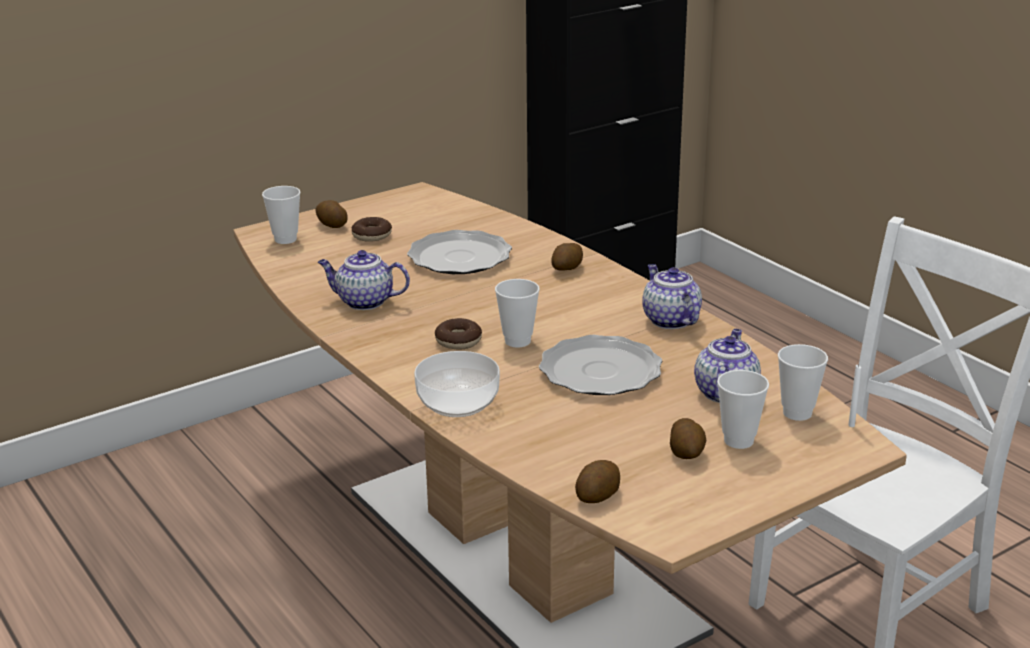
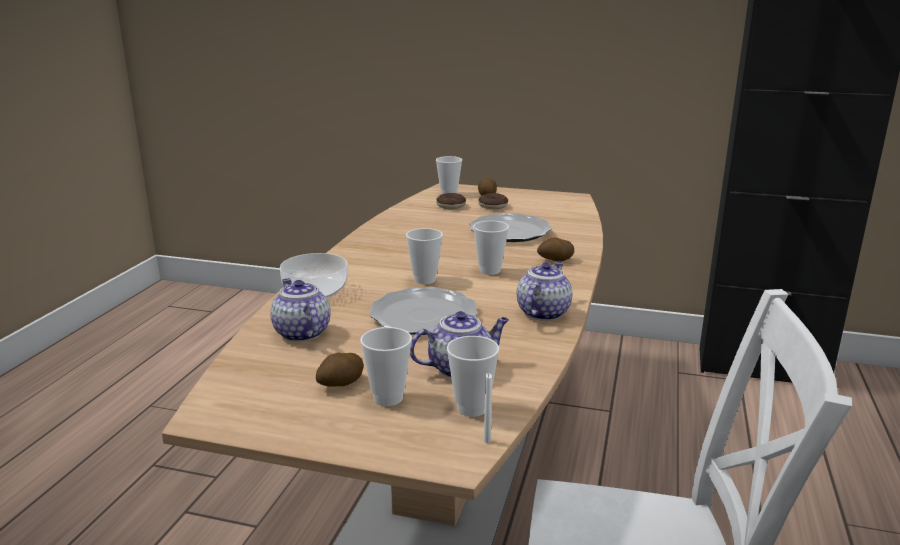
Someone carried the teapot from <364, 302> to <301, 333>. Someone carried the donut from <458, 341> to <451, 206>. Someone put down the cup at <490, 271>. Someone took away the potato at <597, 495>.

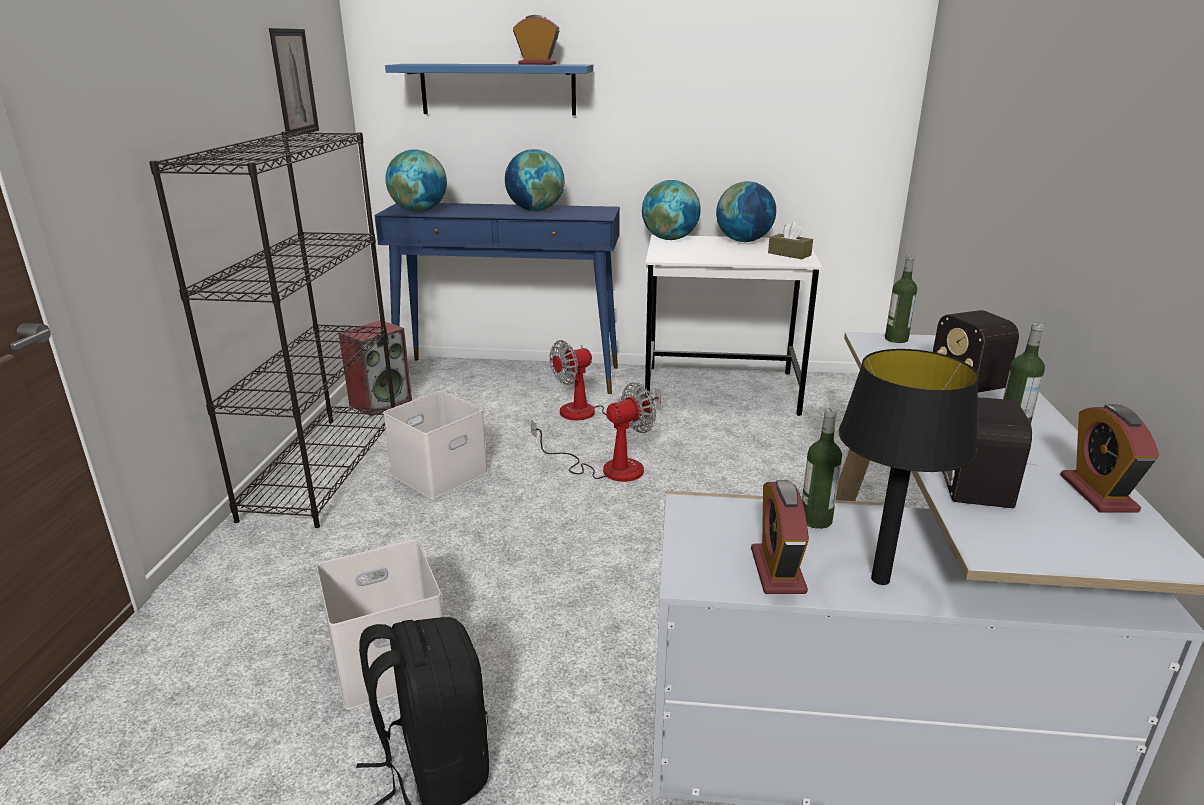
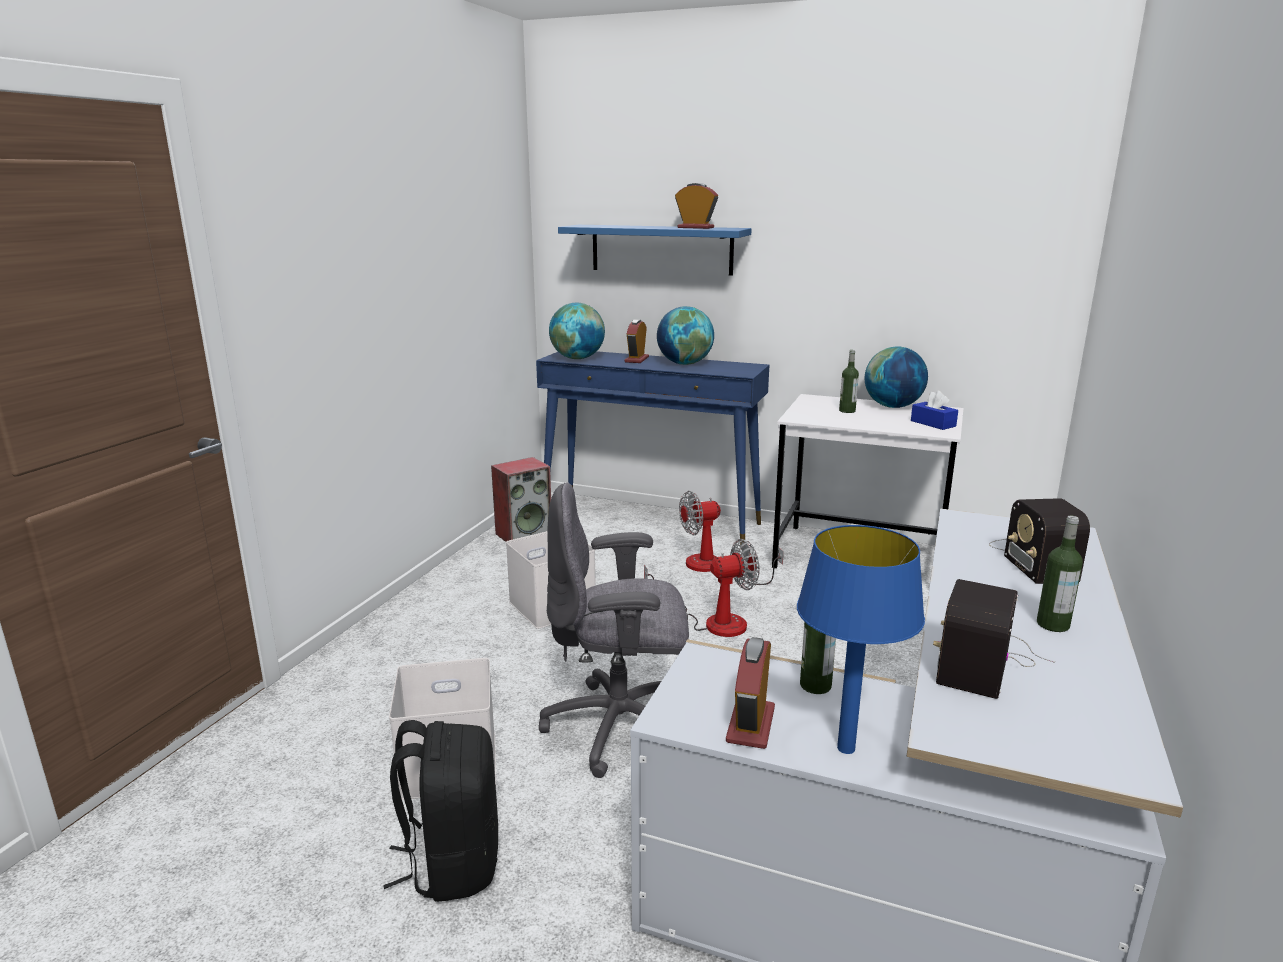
Someone put down the grey office chair at <621, 727>. Someone carried the alarm clock from <1098, 493> to <636, 359>. Someone repainted the black table lamp at <881, 579>, which became the blue table lamp at <846, 748>. Someone carried the bottle from <896, 339> to <847, 411>. Someone repainted the brown tissue box at <789, 254>, which became the blue tissue box at <933, 423>. Someone took away the black bookcase at <324, 467>. Someone took away the picture at <294, 82>. Someone took away the globe at <670, 239>.

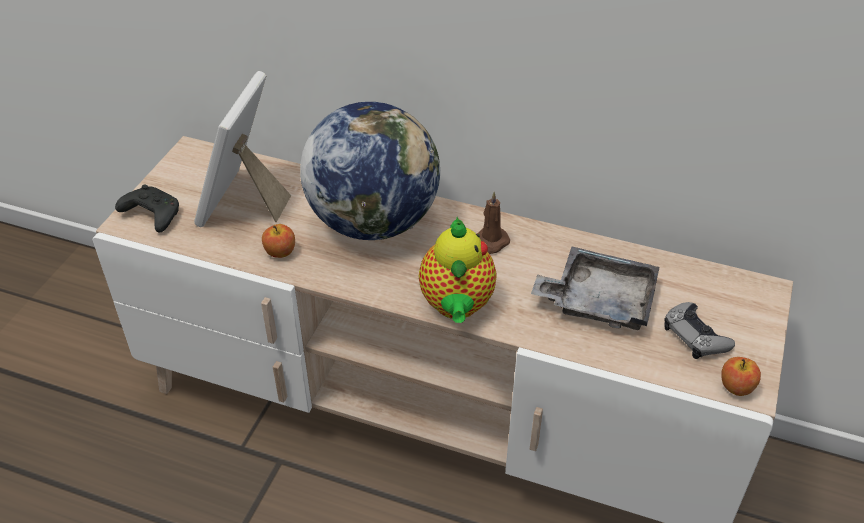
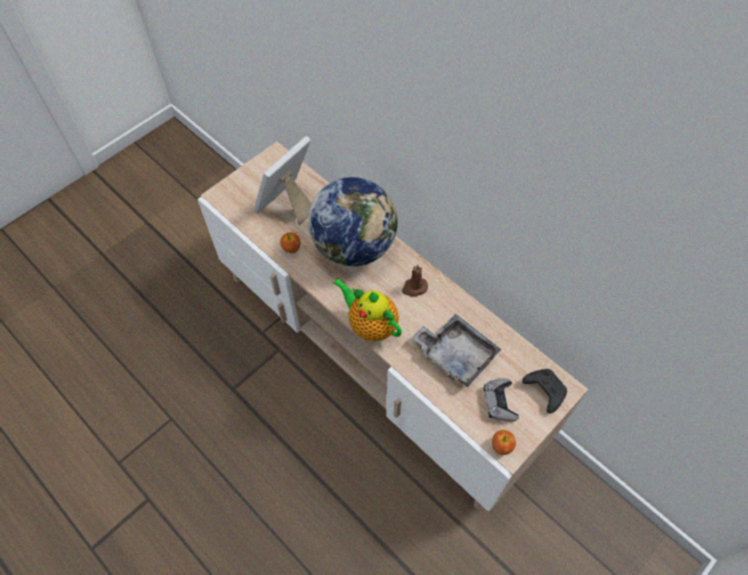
Someone rotated the teapot at <456, 306> by 105 degrees clockwise. Someone carried the black game controller from <151, 215> to <544, 391>.

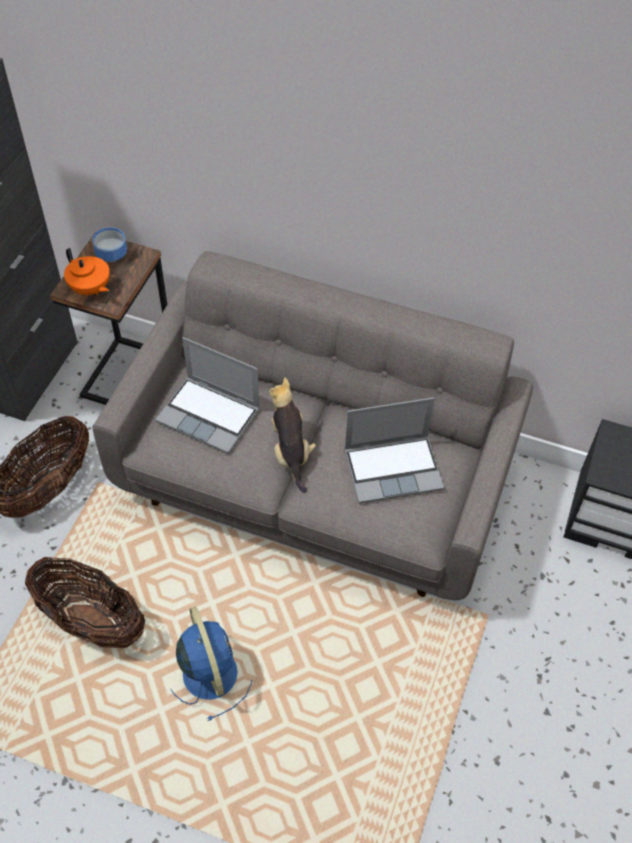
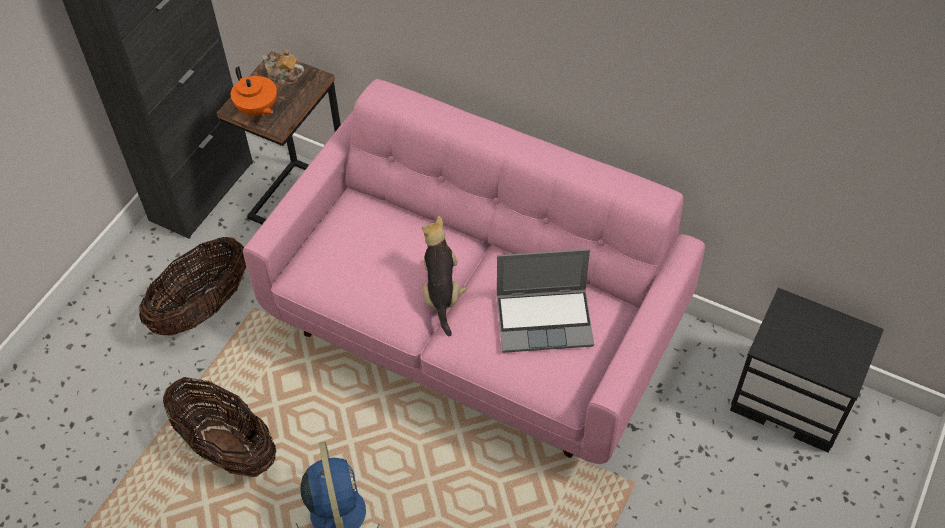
Someone repainted the grey sofa at <315, 481>, which became the pink sofa at <475, 326>. Someone swapped the bowl at <112, 256> for the teapot at <284, 77>. Someone took away the laptop at <210, 415>.

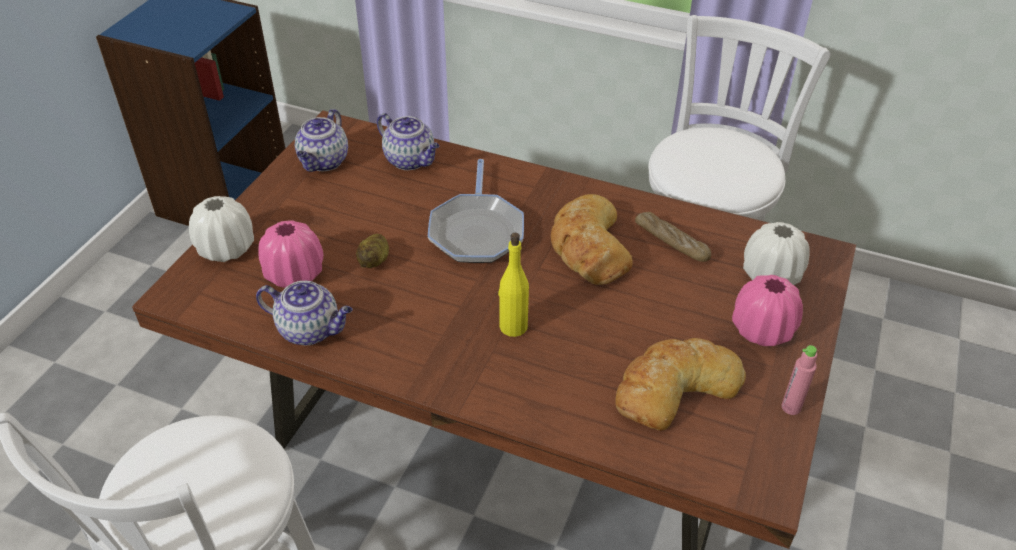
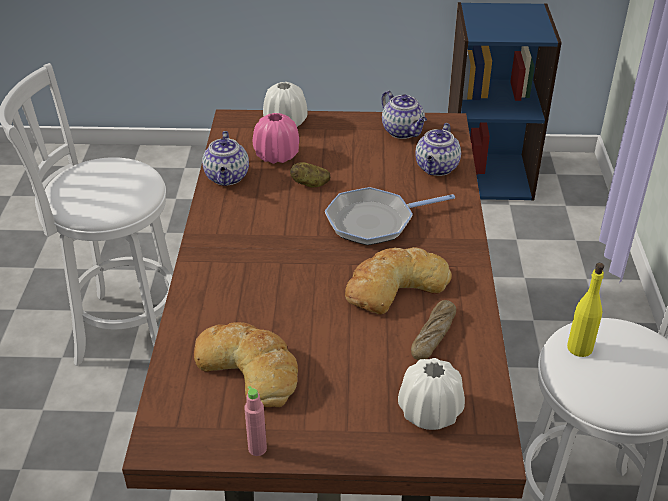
Someone rotated the teapot at <324, 162> by 120 degrees counterclockwise. Someone carried the yellow bottle from <513, 326> to <579, 348>. Someone took away the pink vase at <762, 330>.

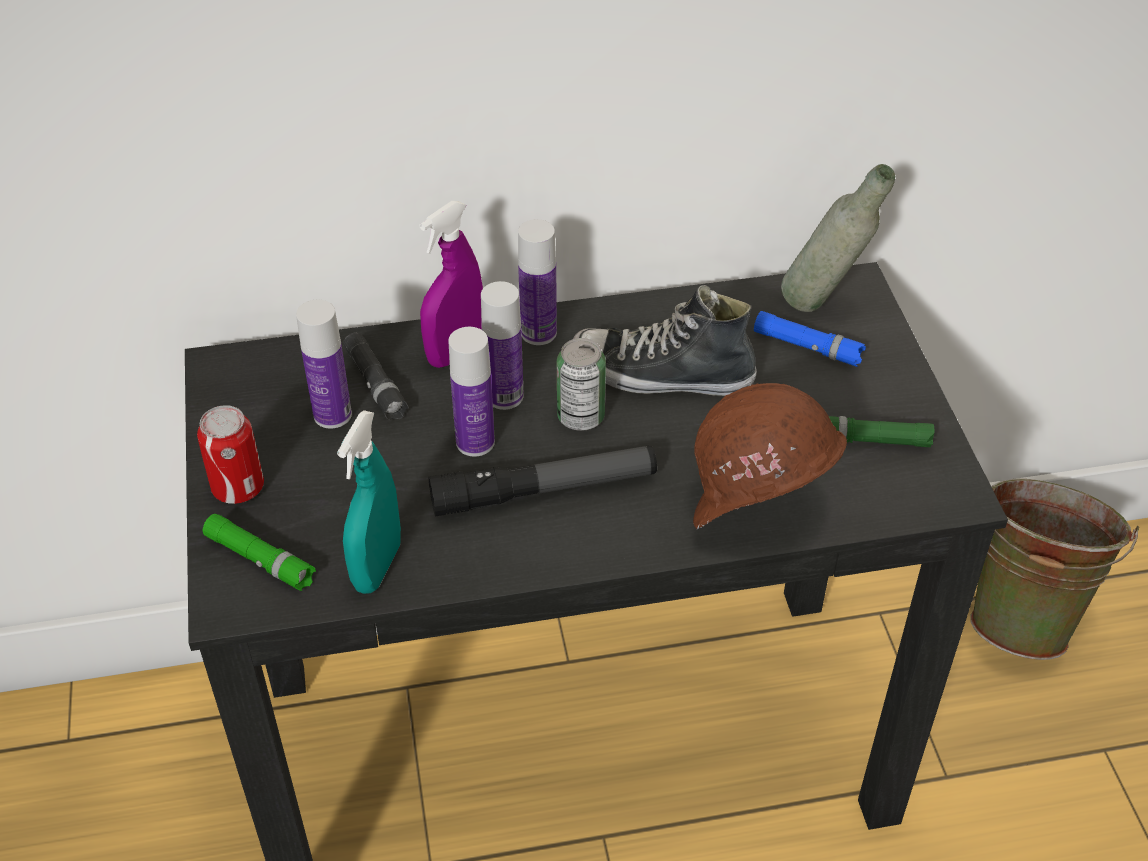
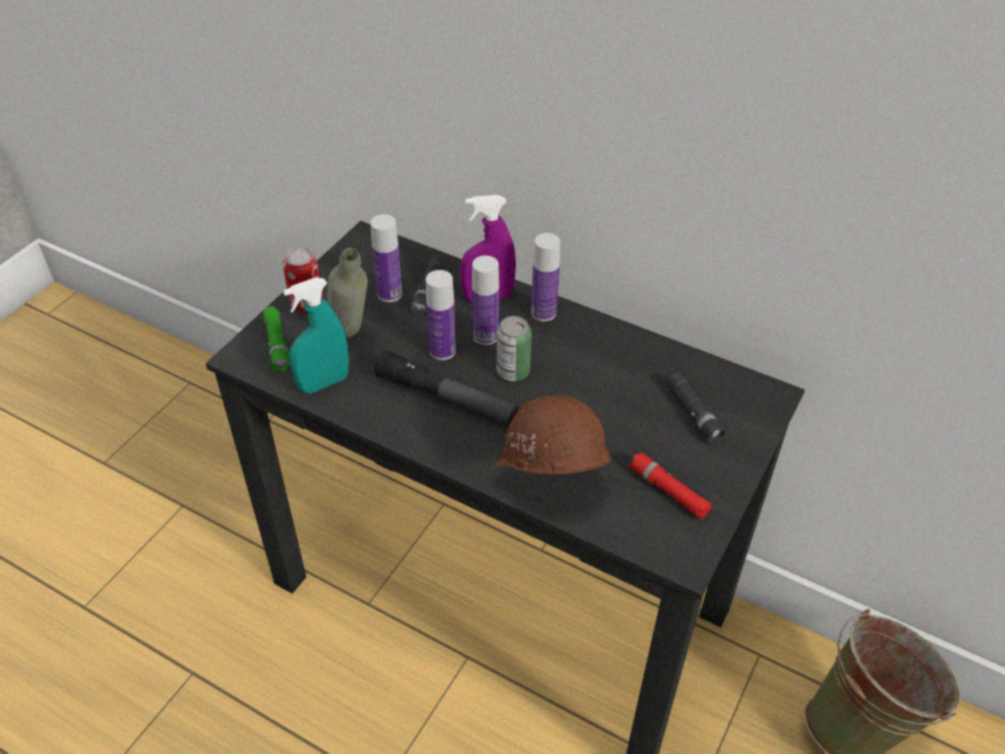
Someone carried the grey bottle from <823, 307> to <352, 339>. Someone repainted the green flashlight at <871, 440>, which became the red flashlight at <668, 490>. Someone repainted the blue flashlight at <807, 347>, which became the black flashlight at <694, 413>. Someone took away the shoe at <661, 375>.

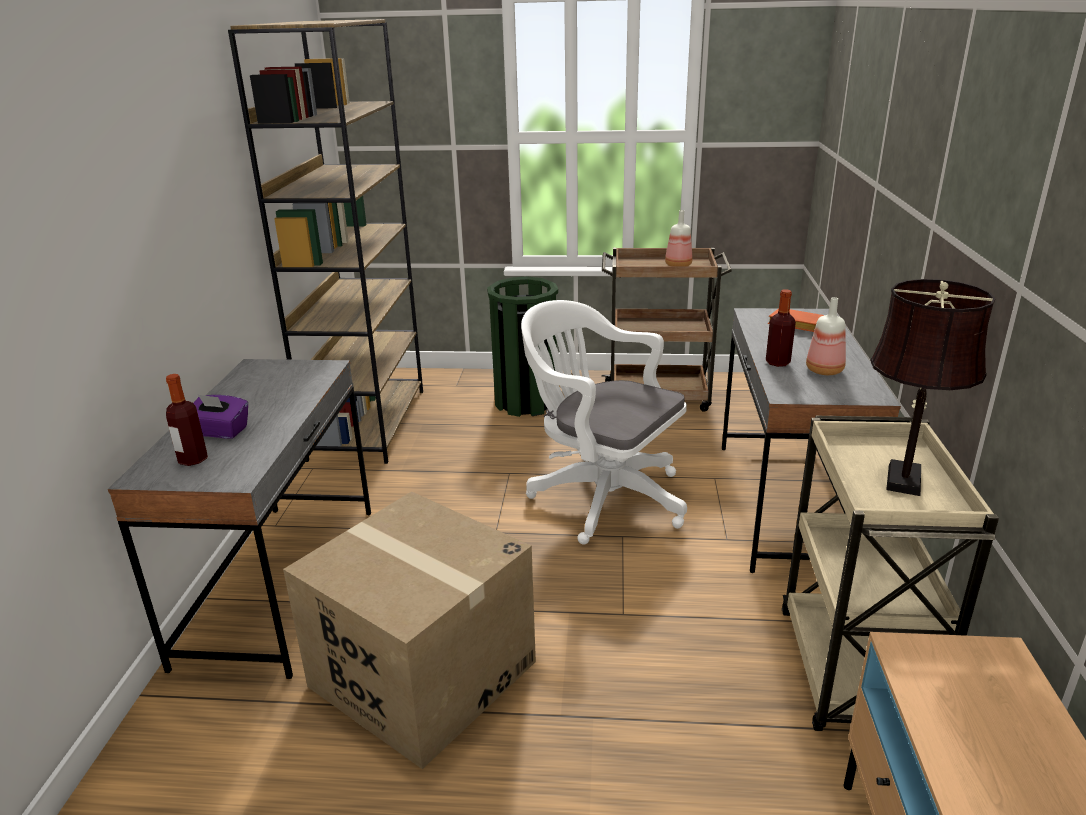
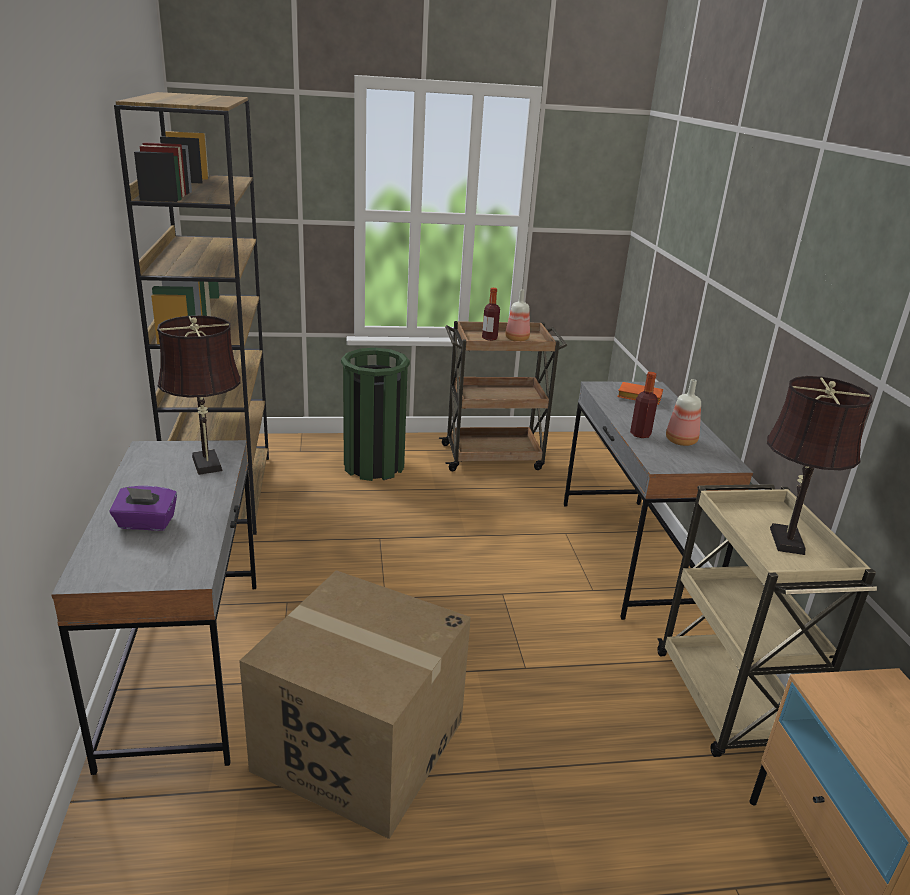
Someone put down the brown table lamp at <207, 466>. Someone carried the bottle from <193, 459> to <489, 338>. Someone took away the white office chair at <601, 496>.

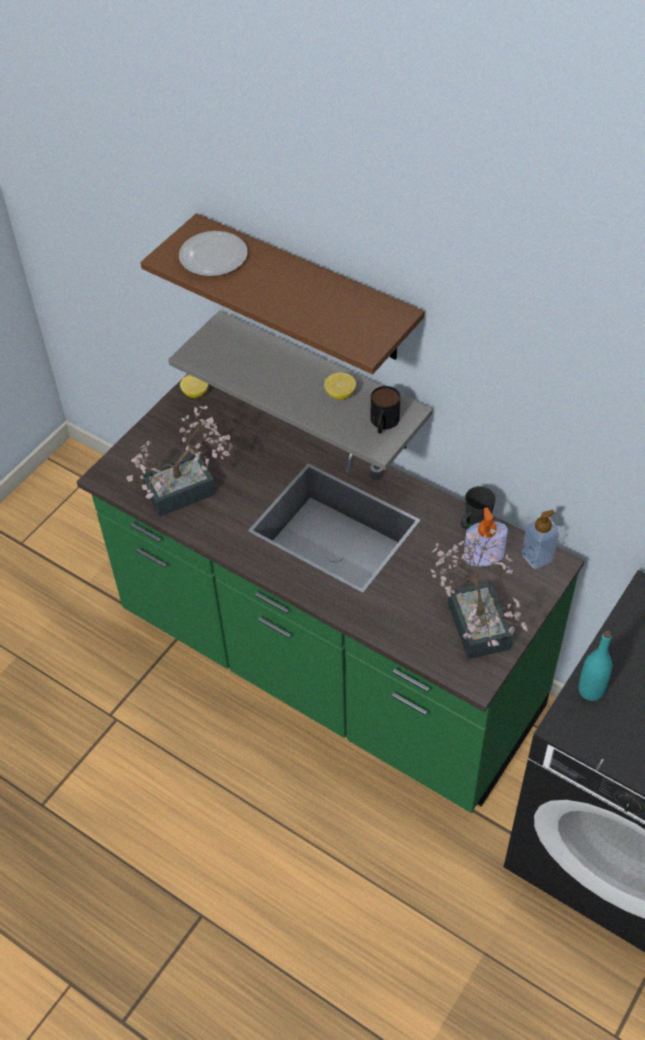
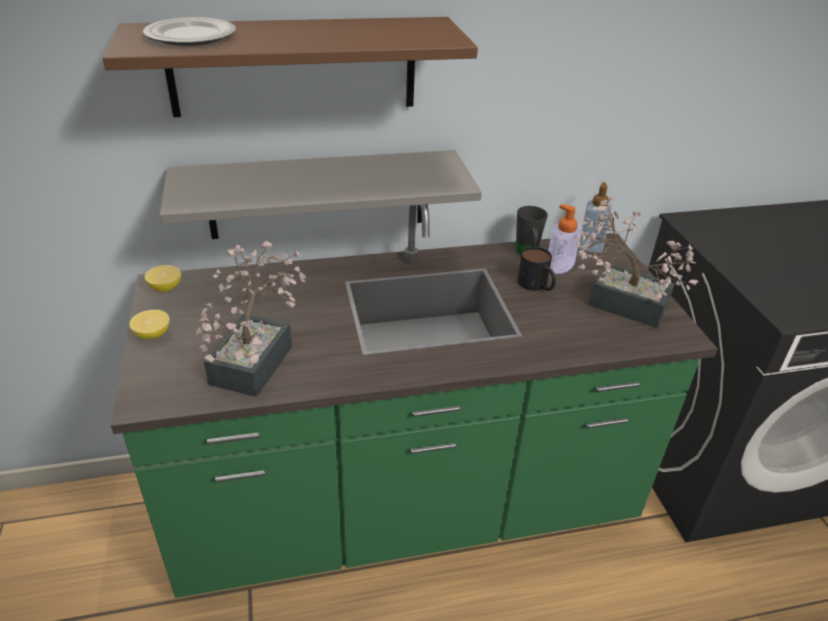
Someone carried the lemon from <340, 394> to <153, 335>. Someone carried the mug from <383, 424> to <537, 286>. Someone took away the turquoise bottle at <591, 690>.

